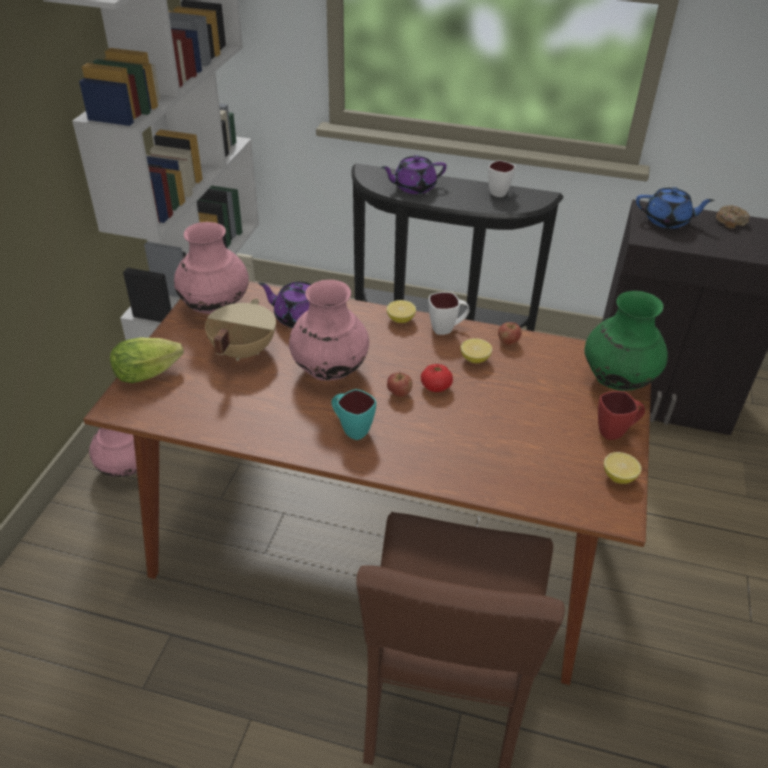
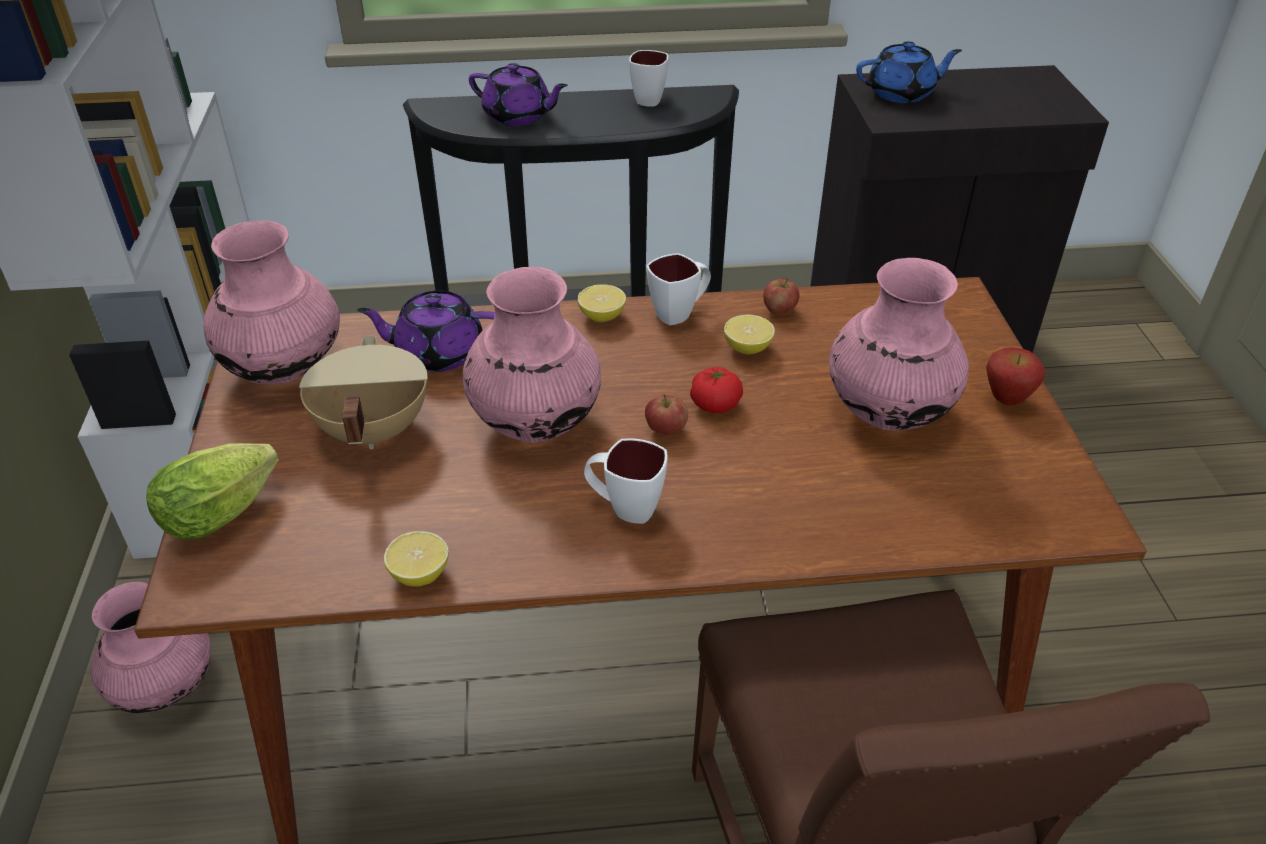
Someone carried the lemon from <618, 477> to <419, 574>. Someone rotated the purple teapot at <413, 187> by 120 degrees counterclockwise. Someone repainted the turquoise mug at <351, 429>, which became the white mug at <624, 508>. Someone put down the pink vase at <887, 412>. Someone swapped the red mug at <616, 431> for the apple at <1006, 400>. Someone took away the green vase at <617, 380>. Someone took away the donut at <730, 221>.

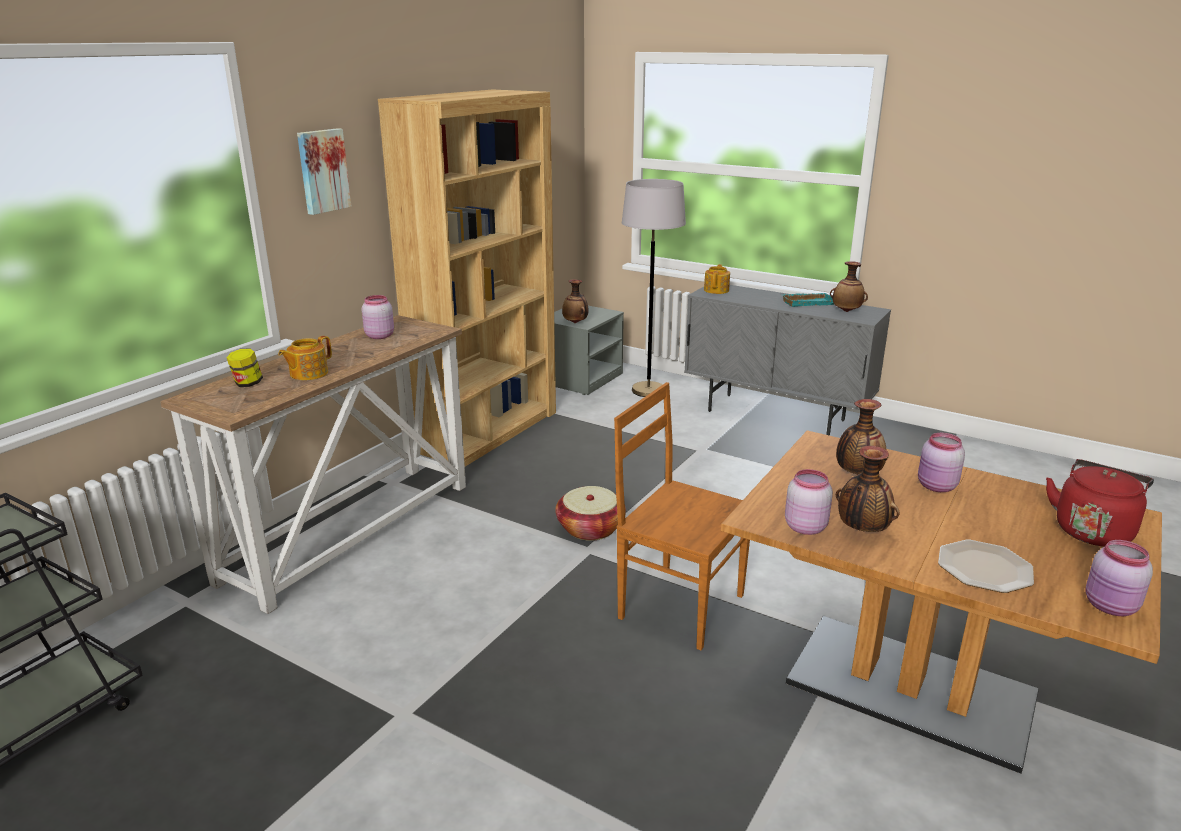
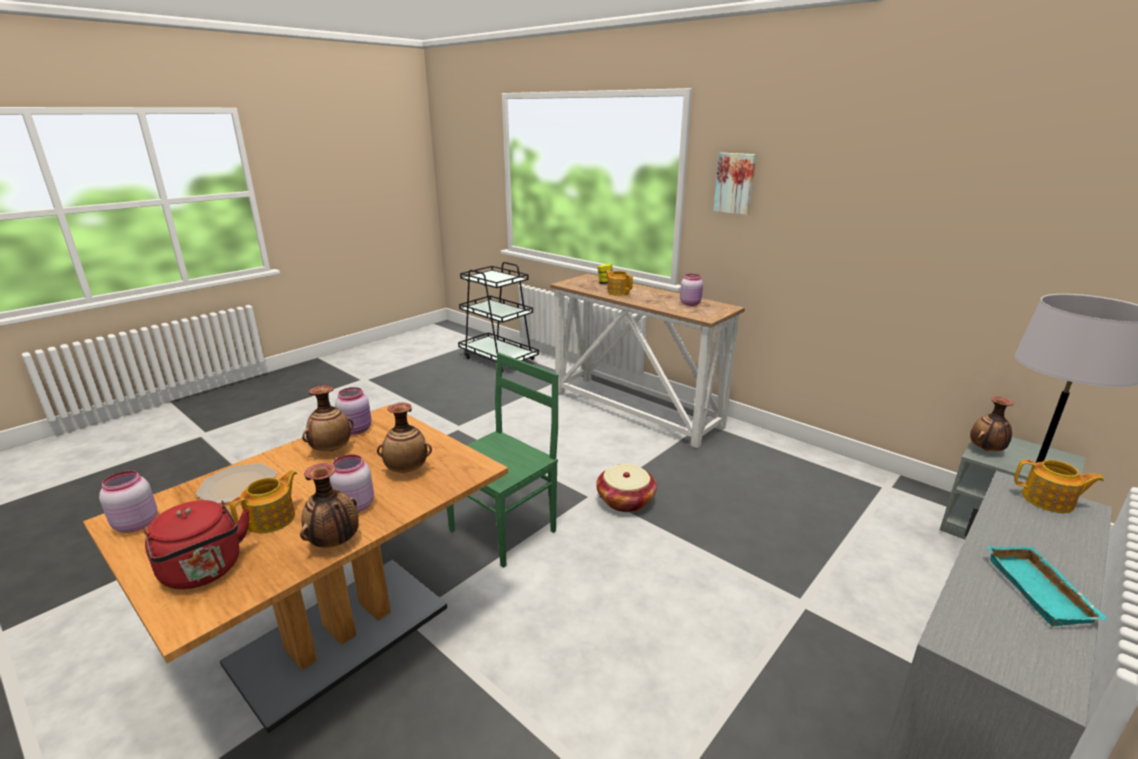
Someone put down the teapot at <272, 519>. Someone carried the vase from <846, 311> to <335, 543>. Someone repainted the brown chair at <678, 605>, which became the green chair at <505, 529>. Someone took away the brown bookcase at <487, 431>.

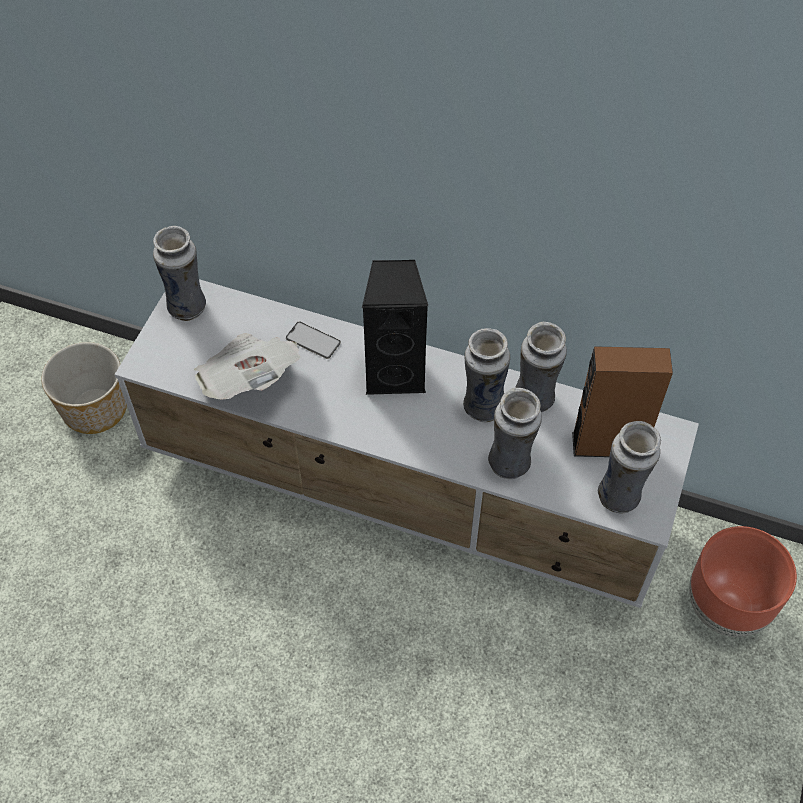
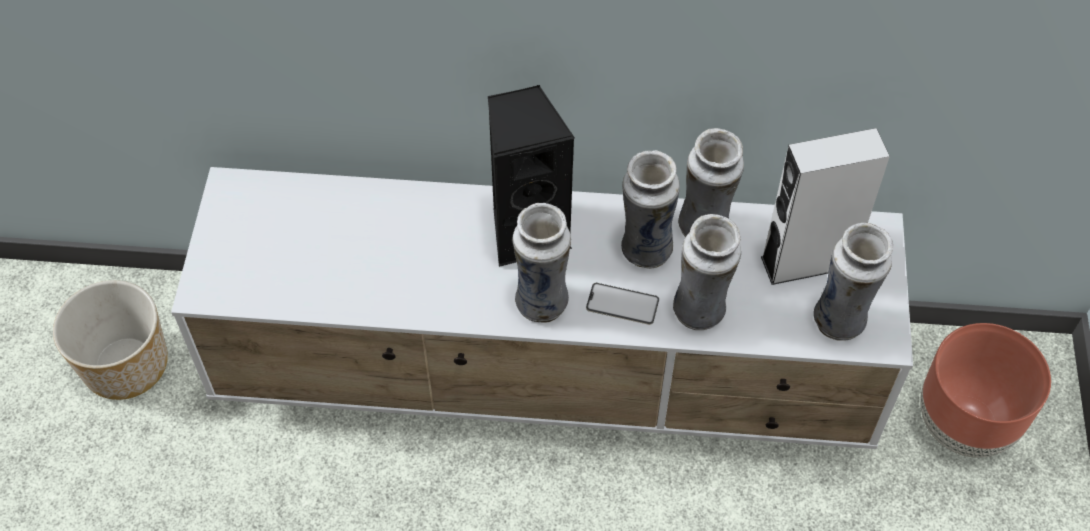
Someone carried the vase from <187, 306> to <542, 301>. Someone carried the phone from <313, 340> to <622, 304>. Someone repainted the brown speaker at <608, 445>, which became the grey speaker at <807, 262>. Someone took away the newspaper at <249, 380>.

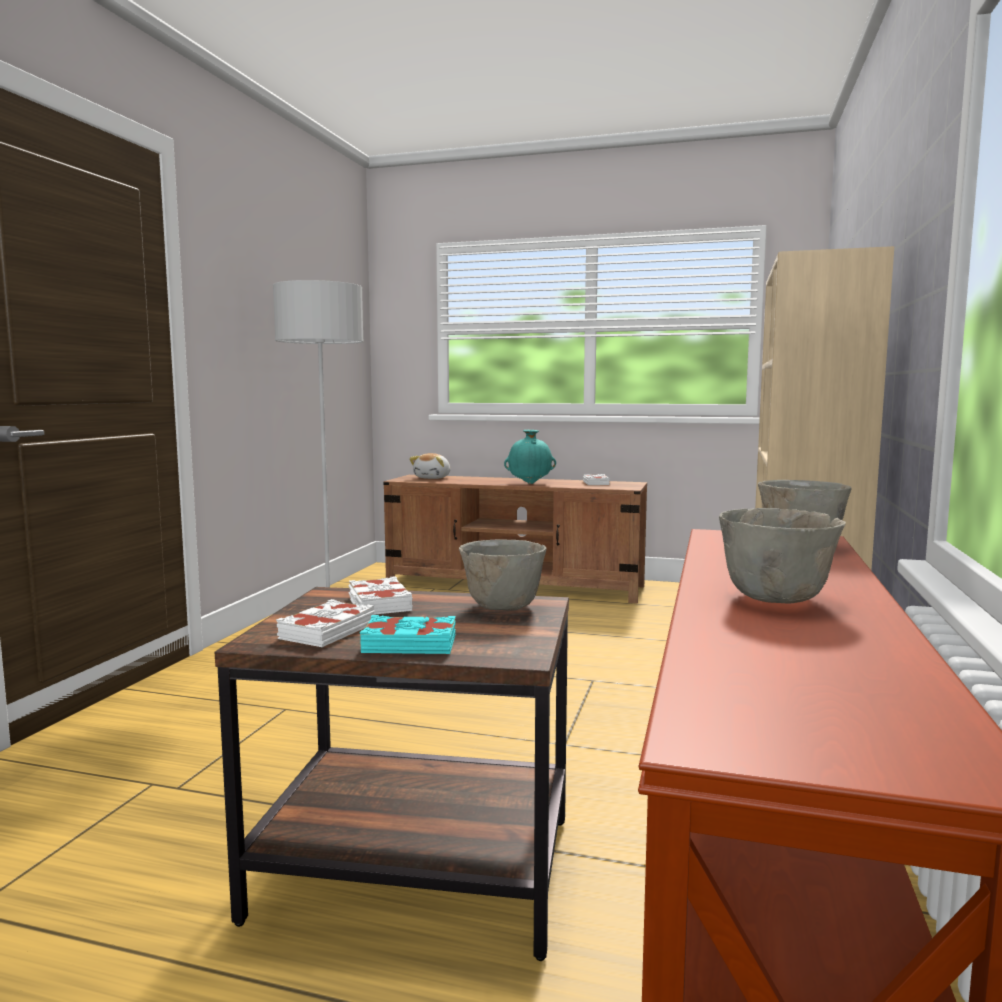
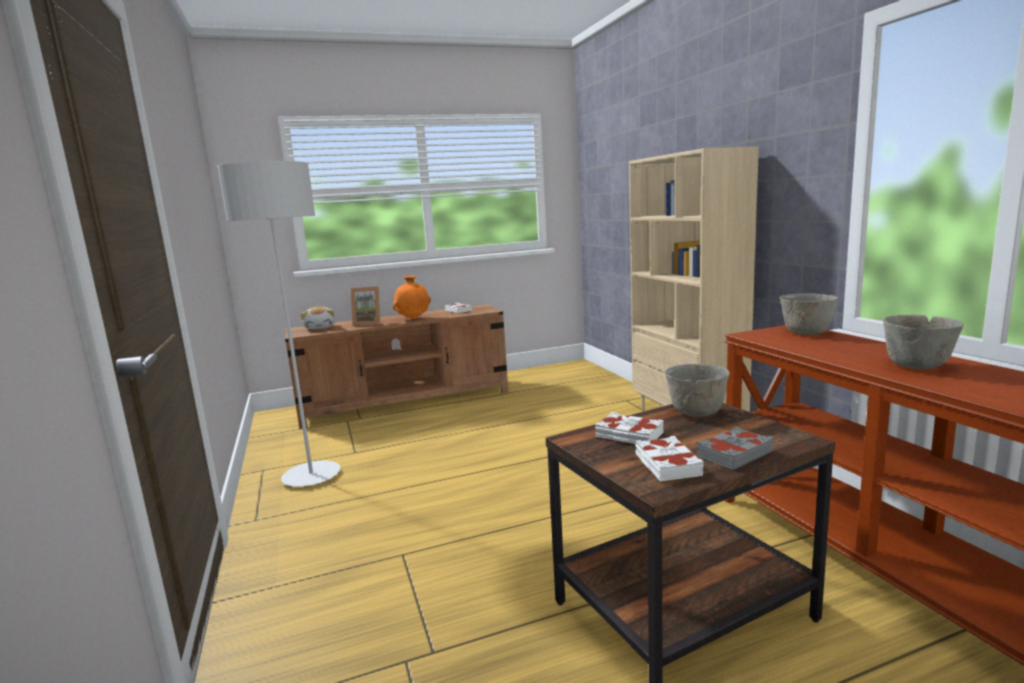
Someone put down the picture frame at <368, 323>. Someone repainted the turquoise vase at <530, 483>, which became the orange vase at <413, 319>. Someone repainted the turquoise book at <409, 644>, which became the grey book at <733, 454>.

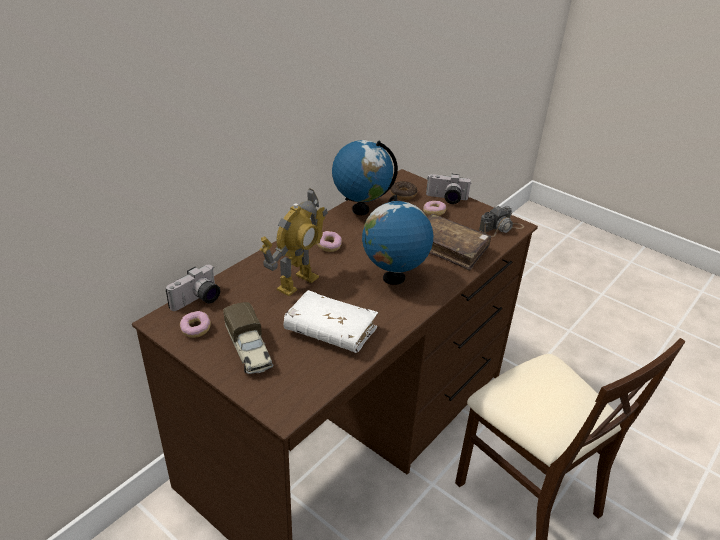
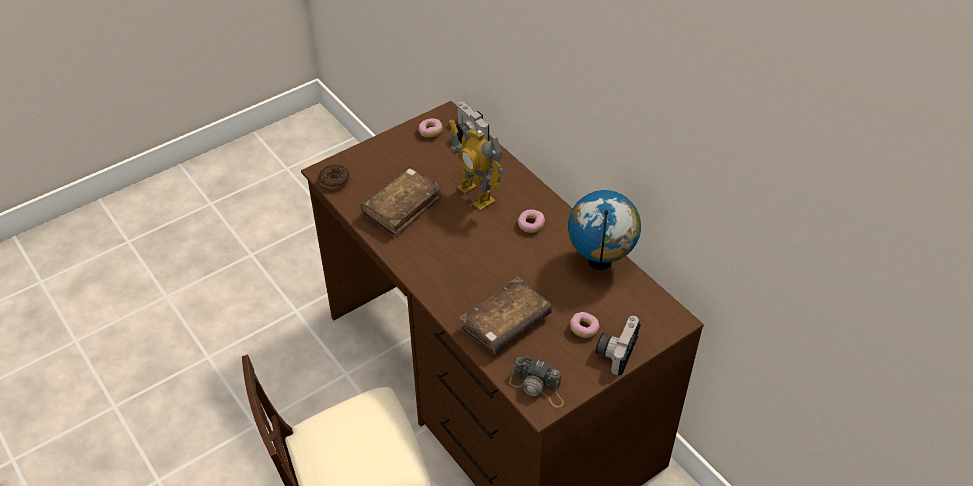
Someone carried the donut from <403, 194> to <334, 181>. Someone repainted the white book at <330, 331>, which became the brown book at <402, 208>. Someone rotated the photo camera at <501, 228> by 45 degrees counterclockwise. Someone took away the toy truck at <249, 351>. Someone took away the globe at <393, 278>.

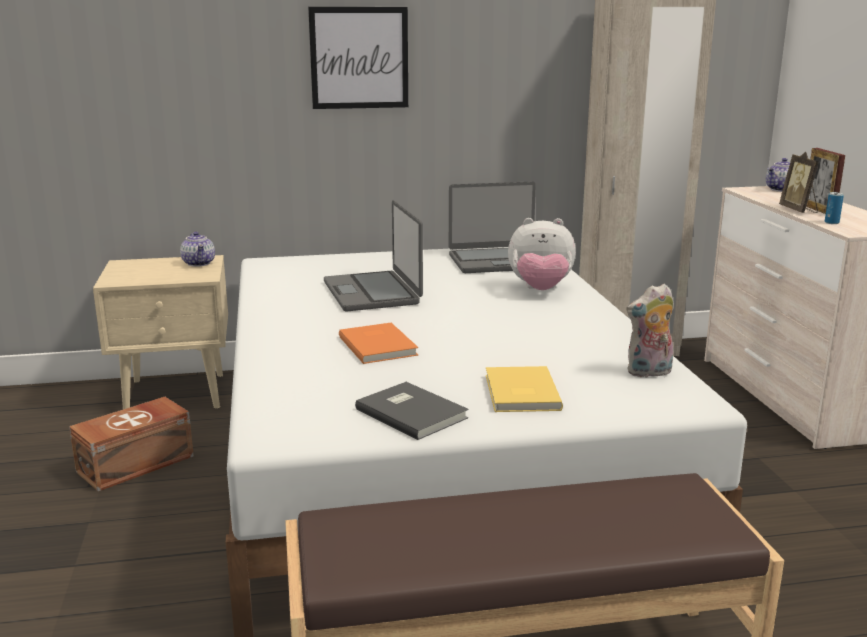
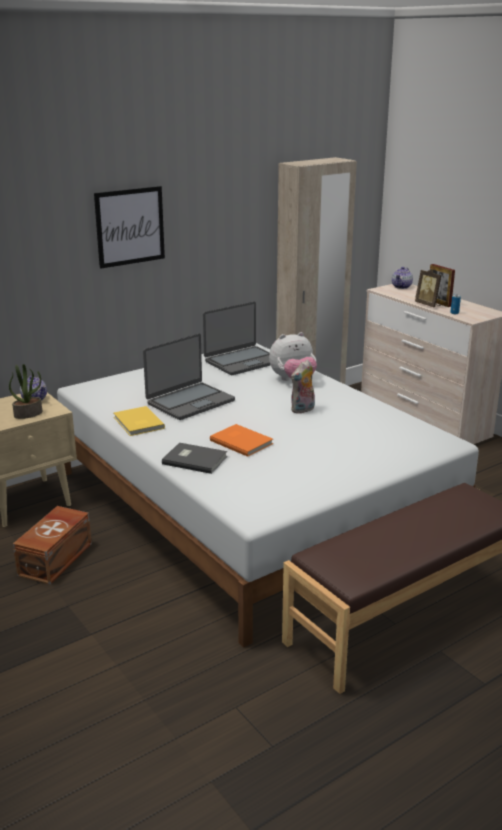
Someone put down the potted plant at <28, 414>. Someone carried the yellow book from <519, 393> to <137, 423>. Someone rotated the laptop at <373, 293> by 90 degrees counterclockwise. Someone carried the grey book from <412, 412> to <194, 459>. Someone carried the plush toy from <649, 373> to <303, 410>.

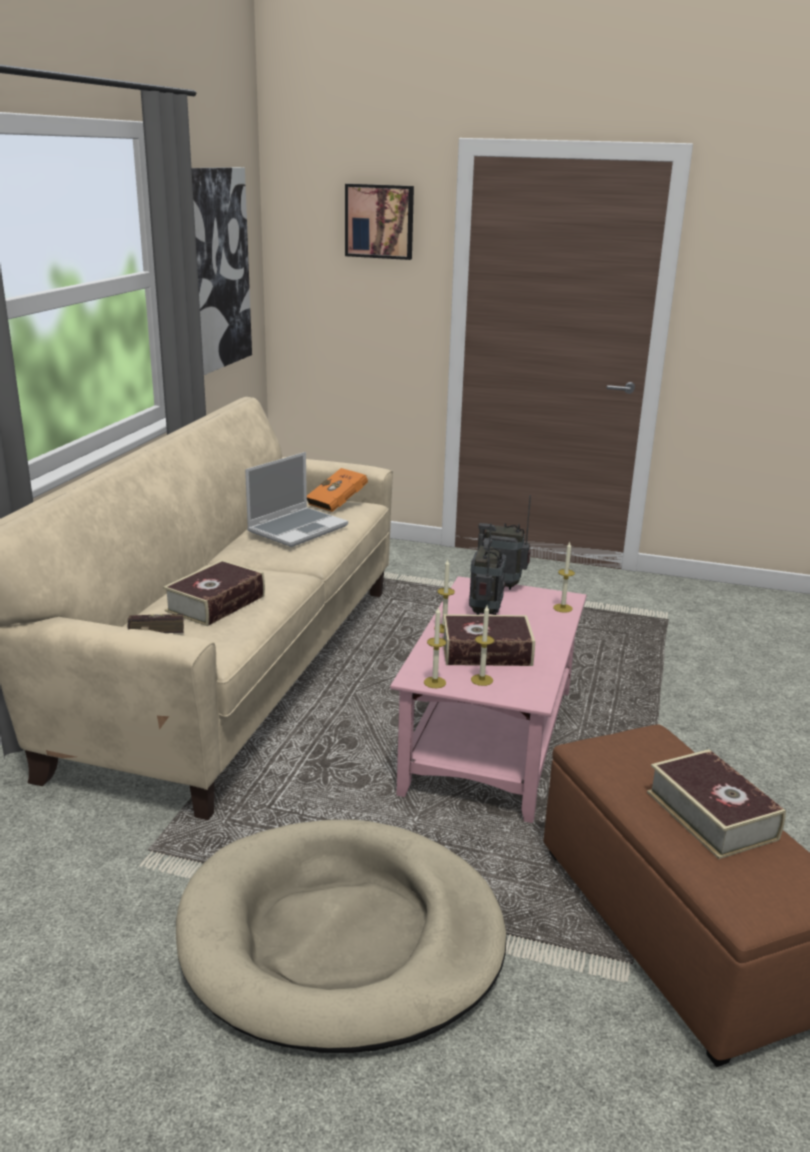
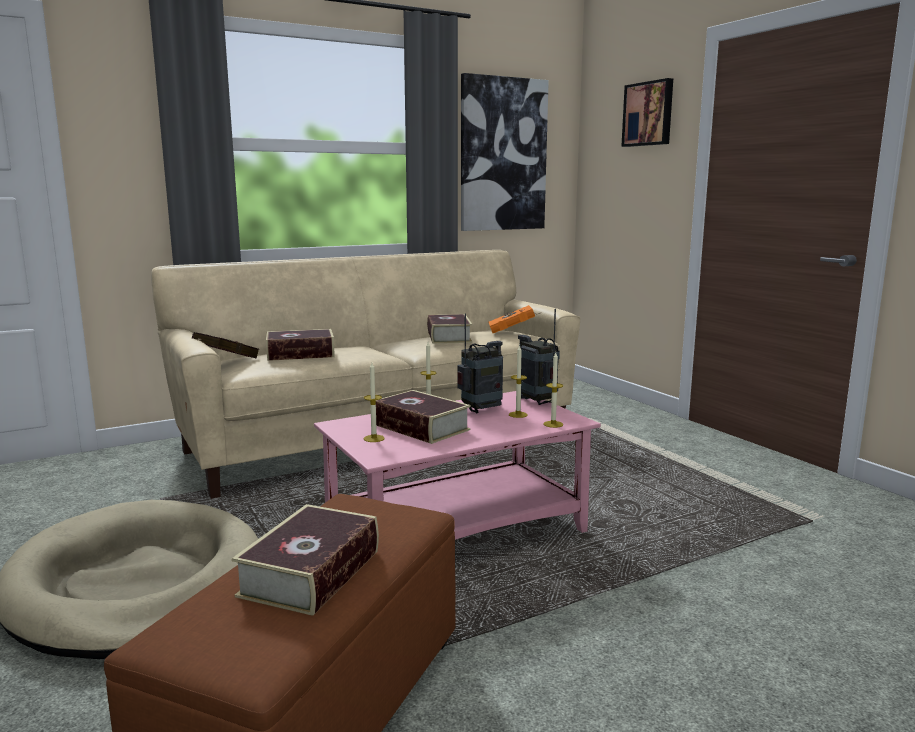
Someone swapped the laptop at <297, 528> for the book at <449, 337>. Someone carried the candle from <434, 682> to <518, 414>.

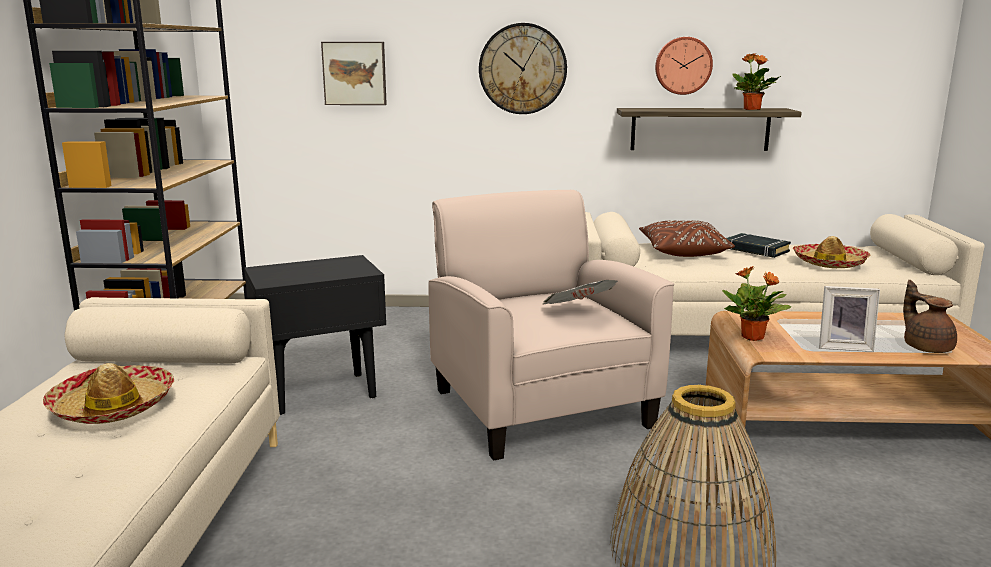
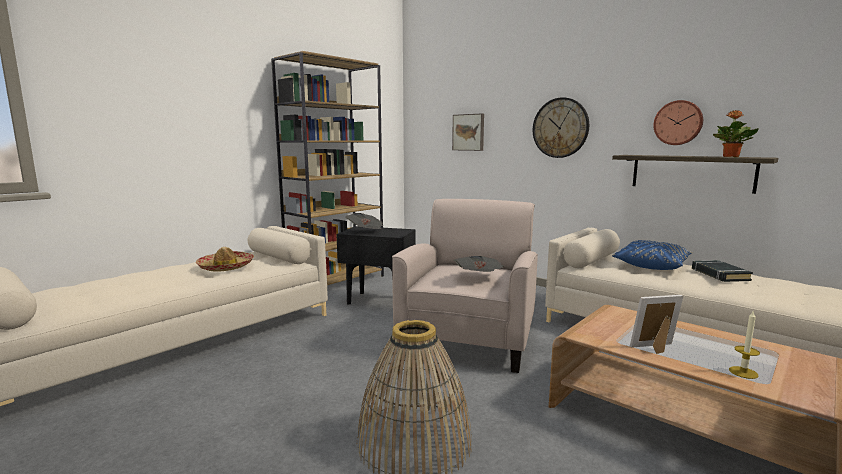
Someone put down the newspaper at <366, 232>. Someone repainted the brown pillow at <682, 252>, which became the blue pillow at <651, 265>. Someone rotated the picture frame at <843, 346> by 120 degrees clockwise. Someone swapped the brown teapot at <926, 347> for the candle at <743, 372>. Someone took away the potted plant at <753, 337>. Someone took away the hat at <829, 263>.

